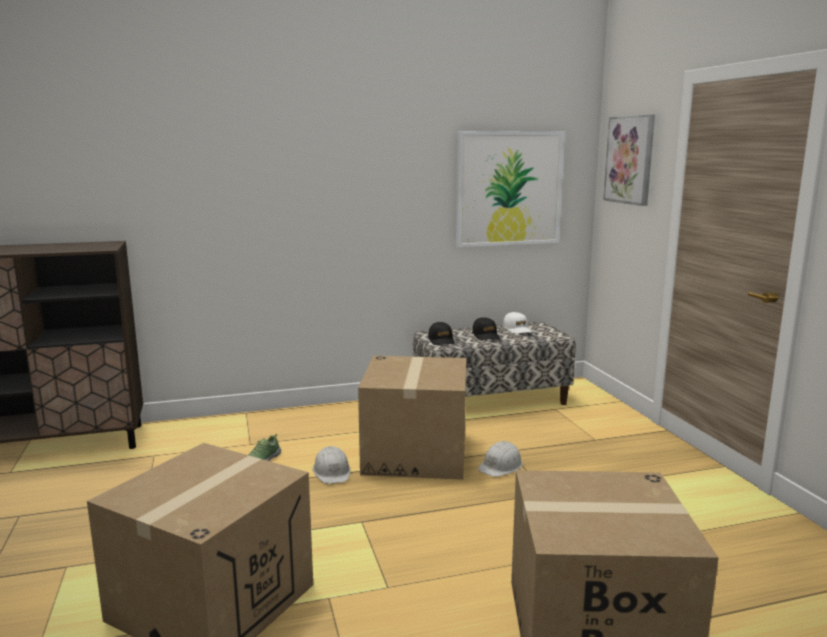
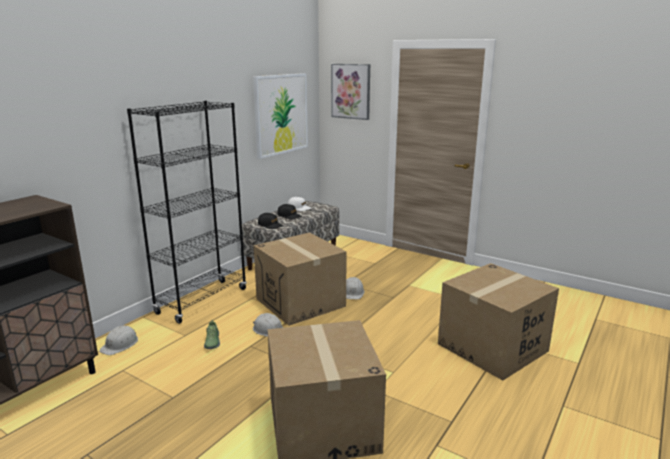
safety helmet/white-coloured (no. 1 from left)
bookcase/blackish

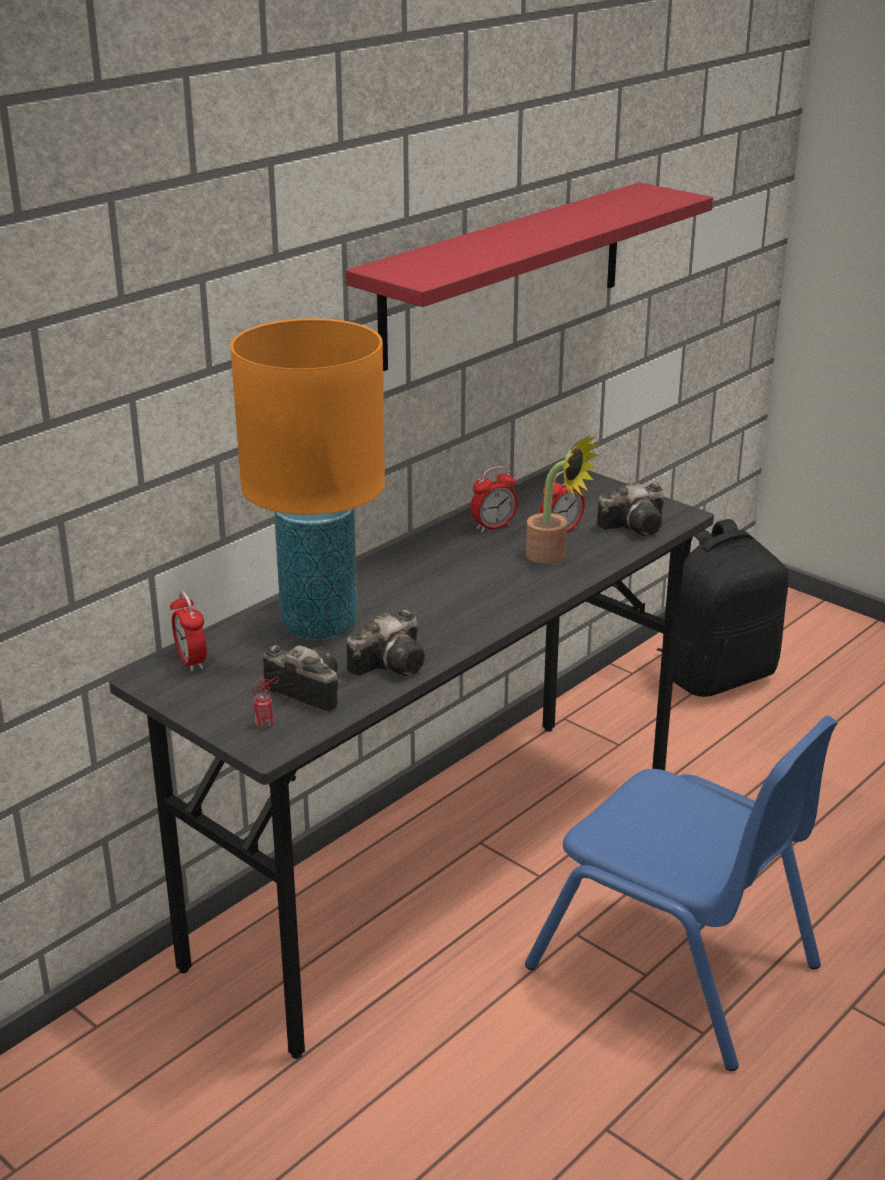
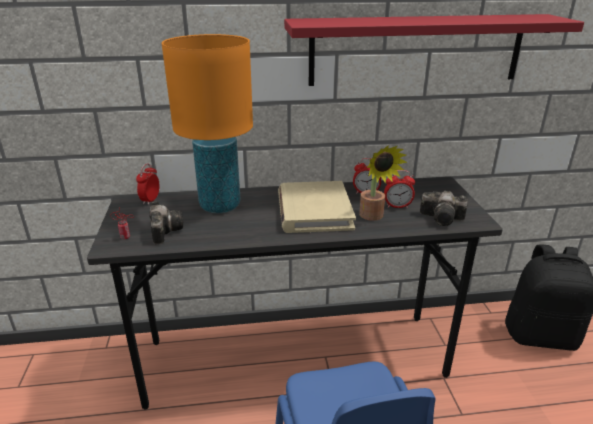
still camera (no. 2 from left in the first image)
bound book/beige-coloured

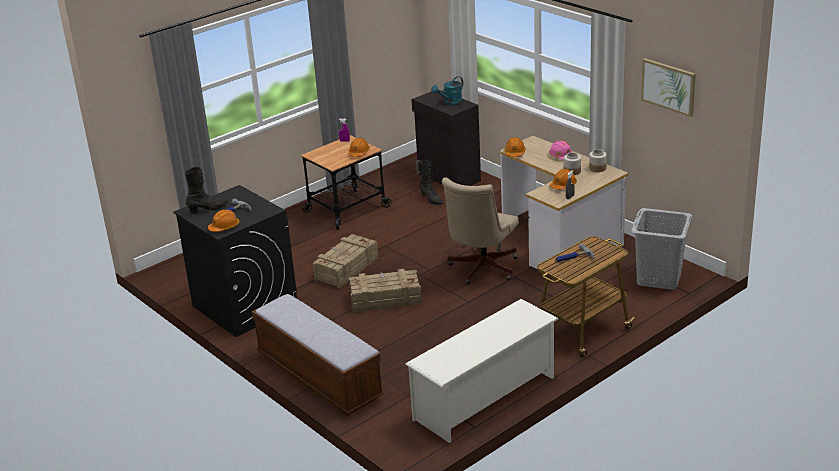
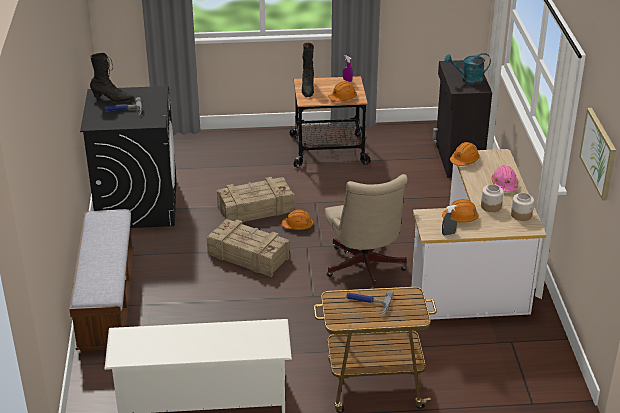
safety helmet/orange (no. 1 from left)
boot/blackish (no. 2 from left)
desk chair/beige-coloured
laundry basket/greyish

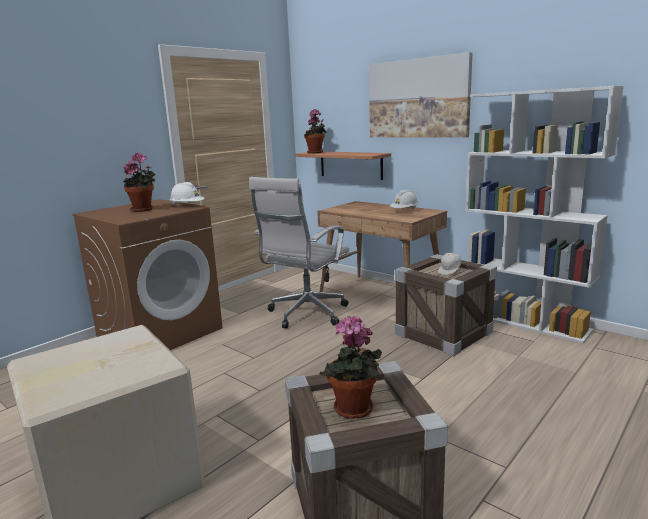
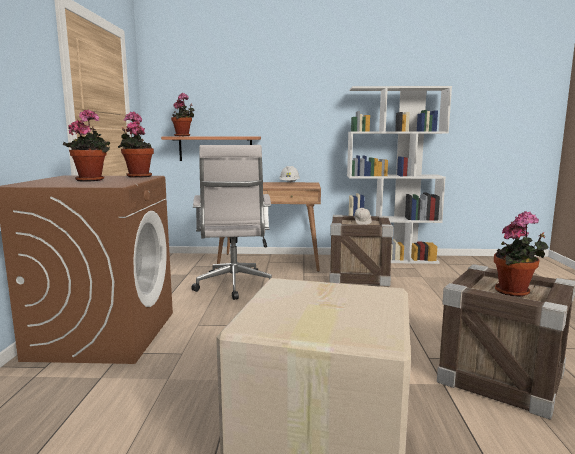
plant in a pot (no. 2 from left)
picture

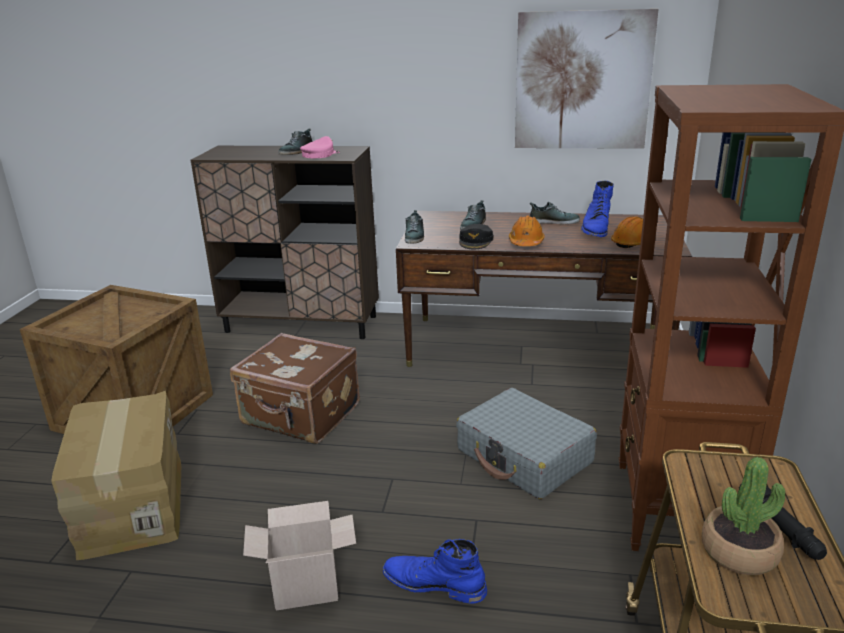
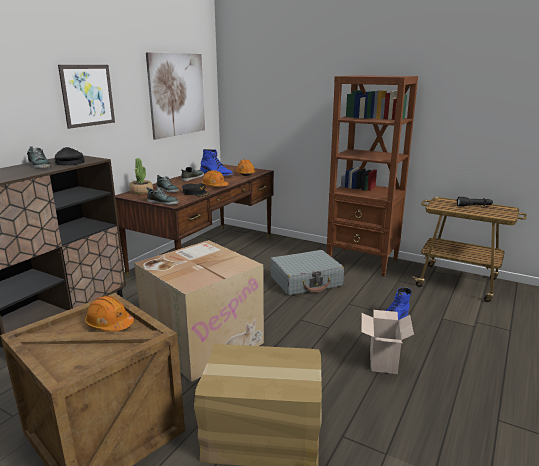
cardboard box (no. 1 from left)
cap/blackish (no. 1 from left)
plant in a pot
picture (no. 1 from left)
safety helmet/orange (no. 1 from left)

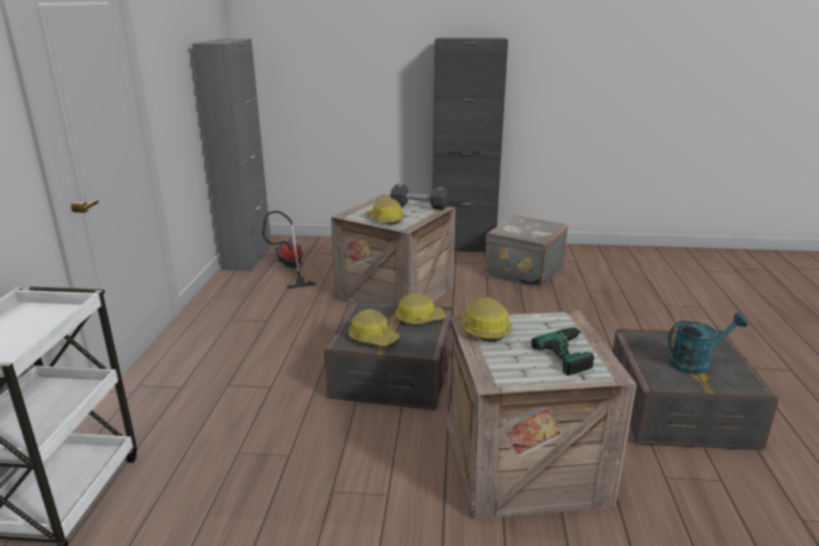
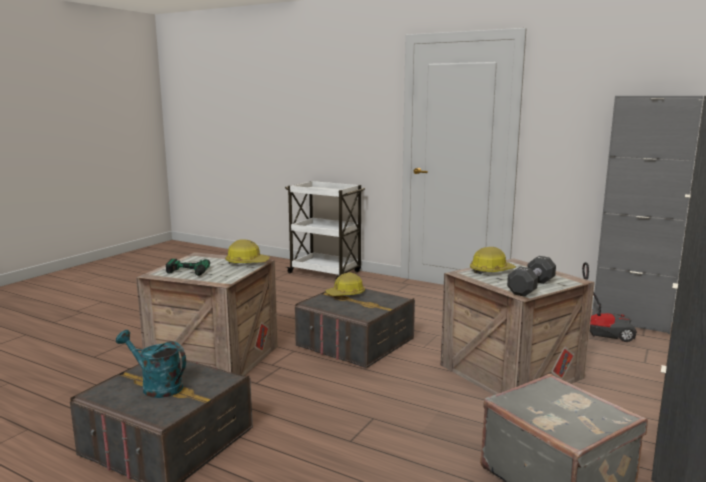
safety helmet (no. 3 from left in the first image)
watering can/turquoise-coloured

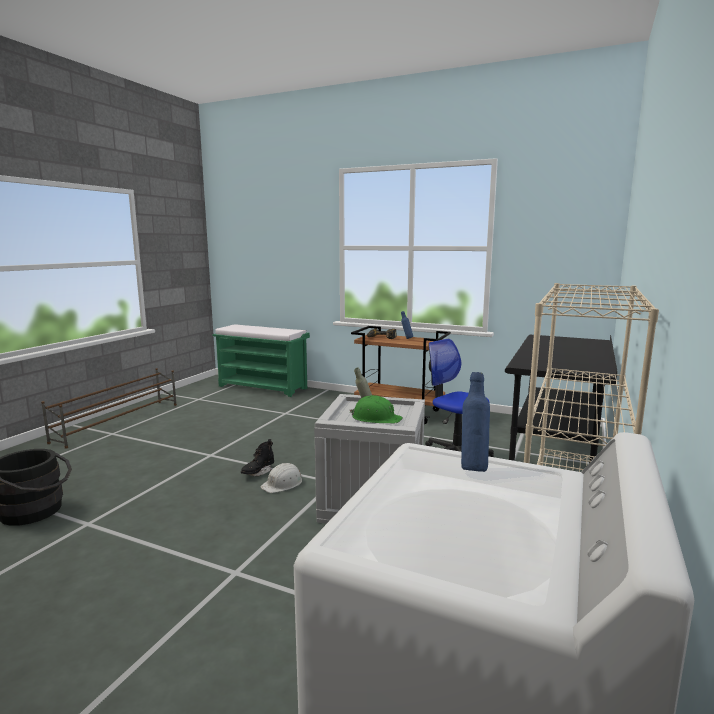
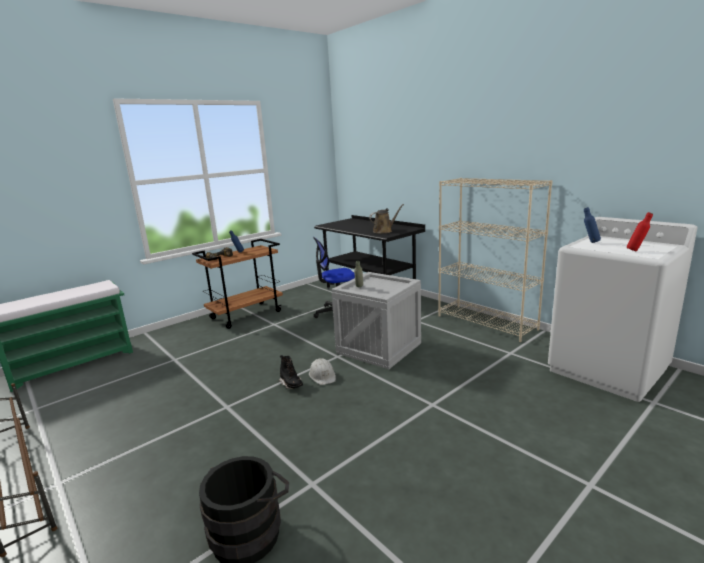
safety helmet/greenish
watering can/brown
bottle/red-coloured

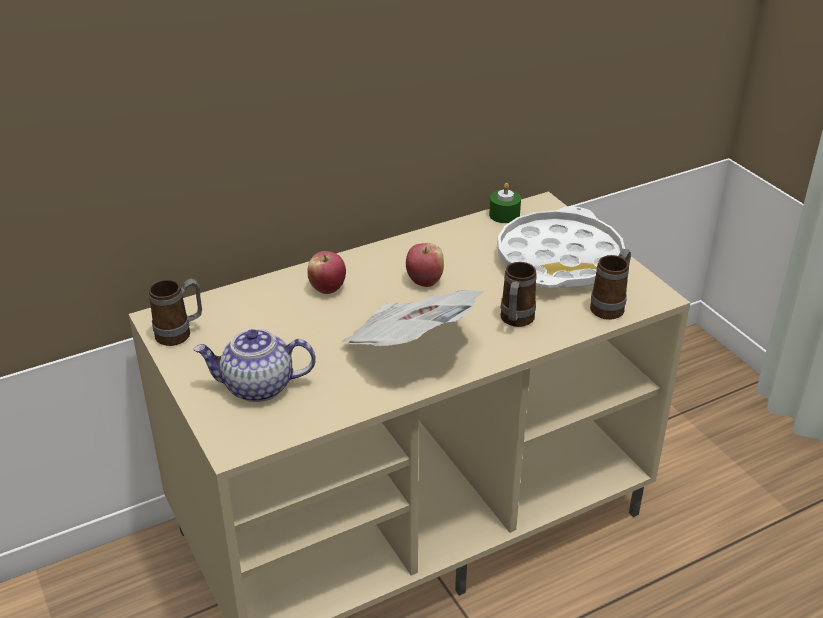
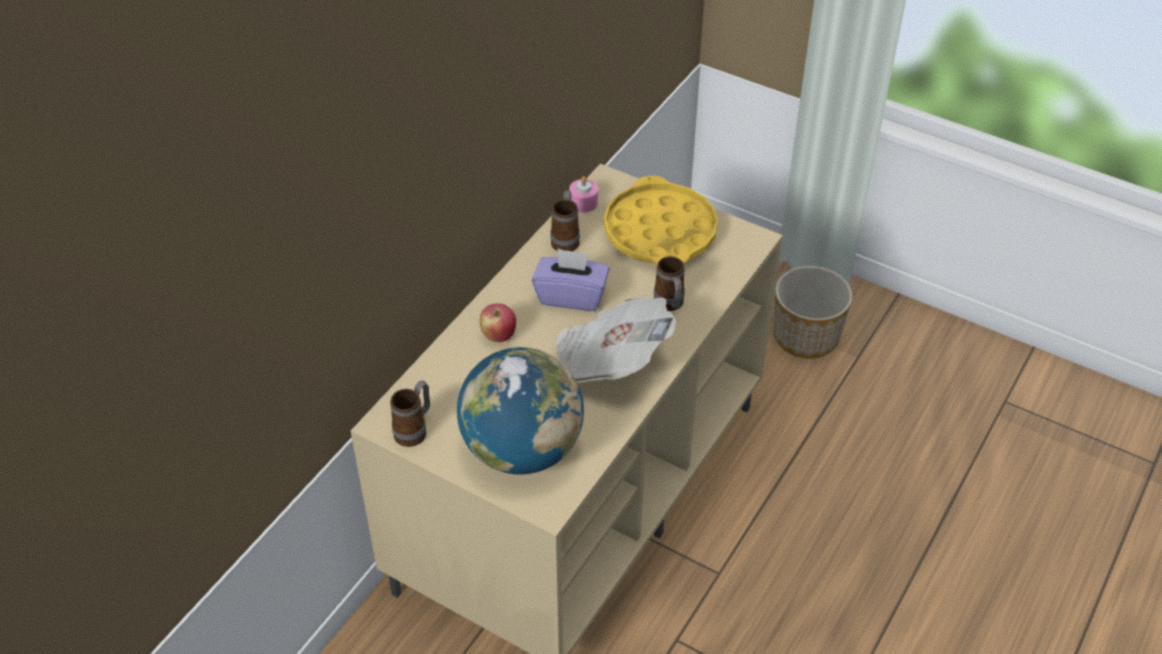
globe
box of tissues/purple
wax light/pink-coloured
serving tray/yellow-coloured
tea mug (no. 2 from left)
plant pot

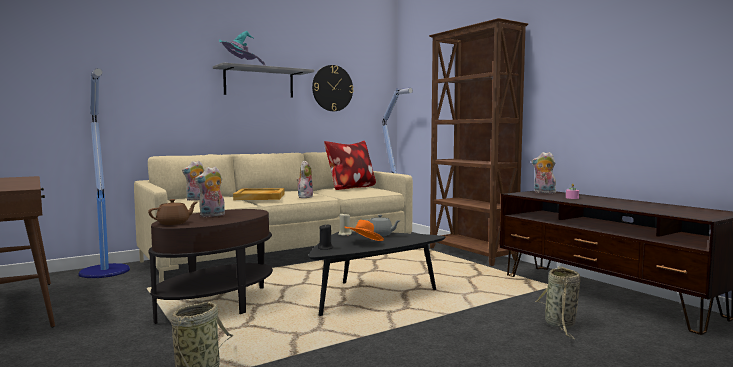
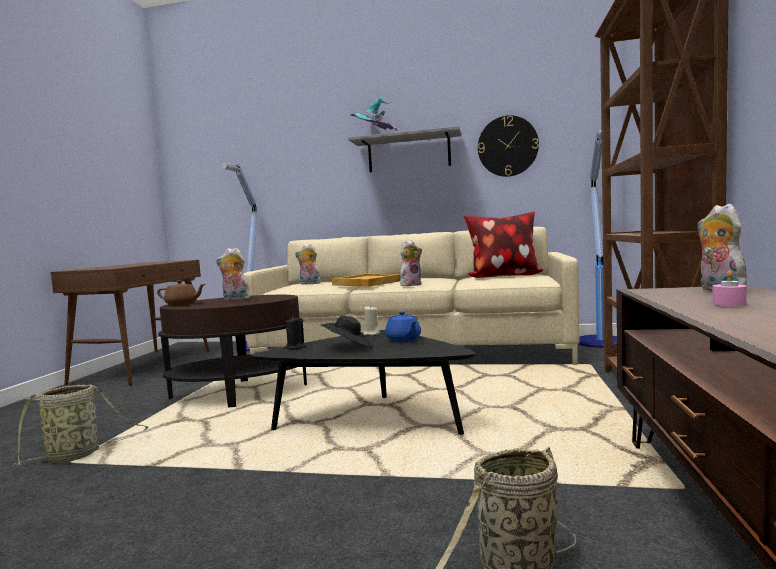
wearable hat/blackish
tea pot/blue

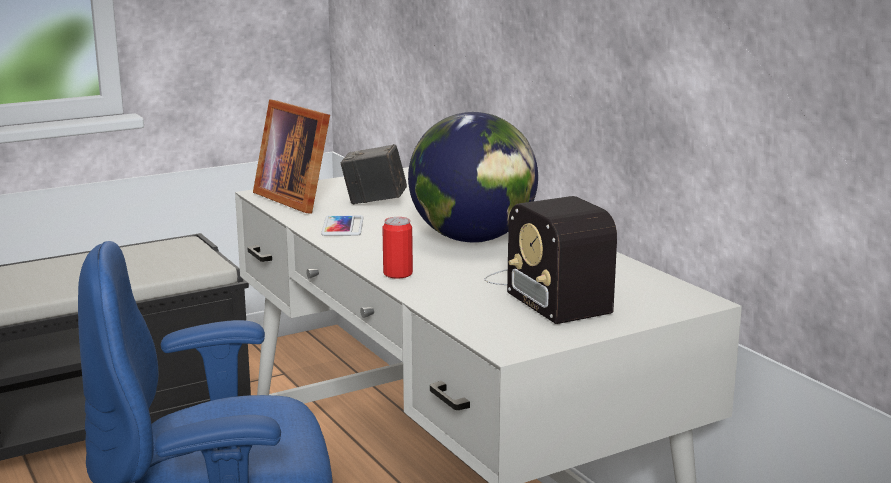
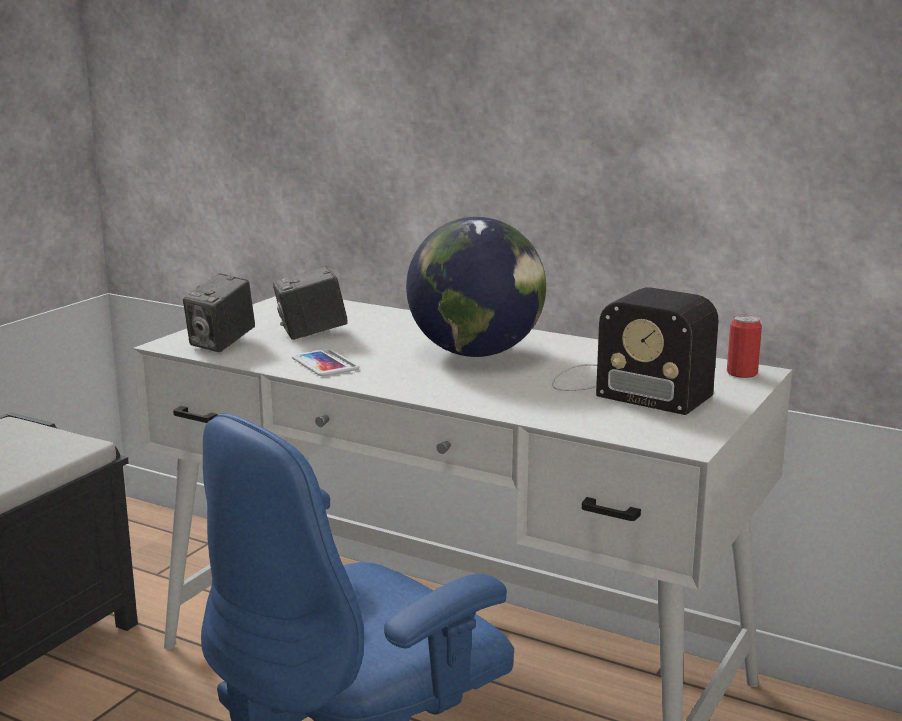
still camera (no. 1 from left)
sealed can

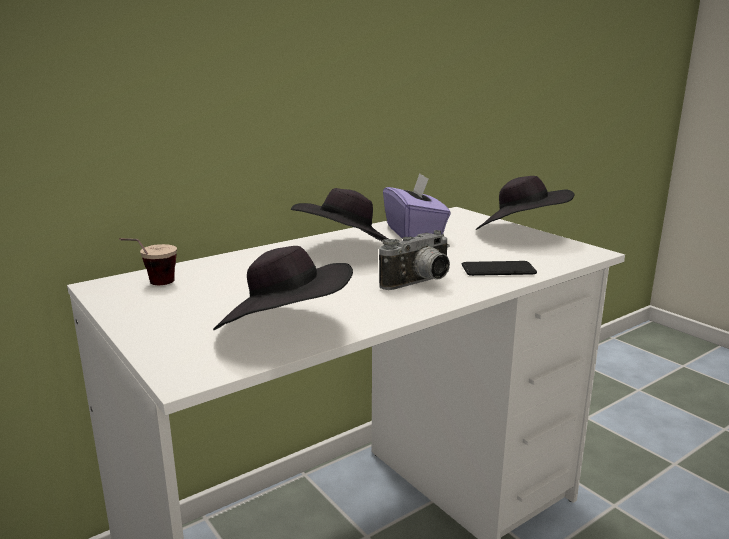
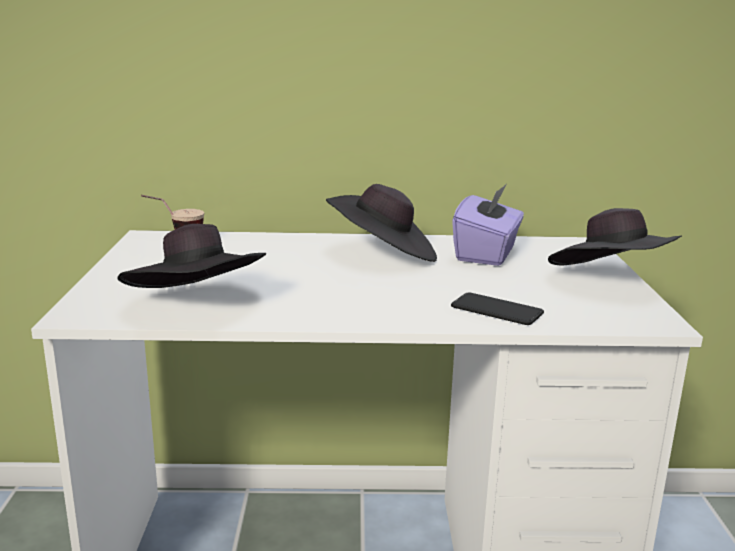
still camera

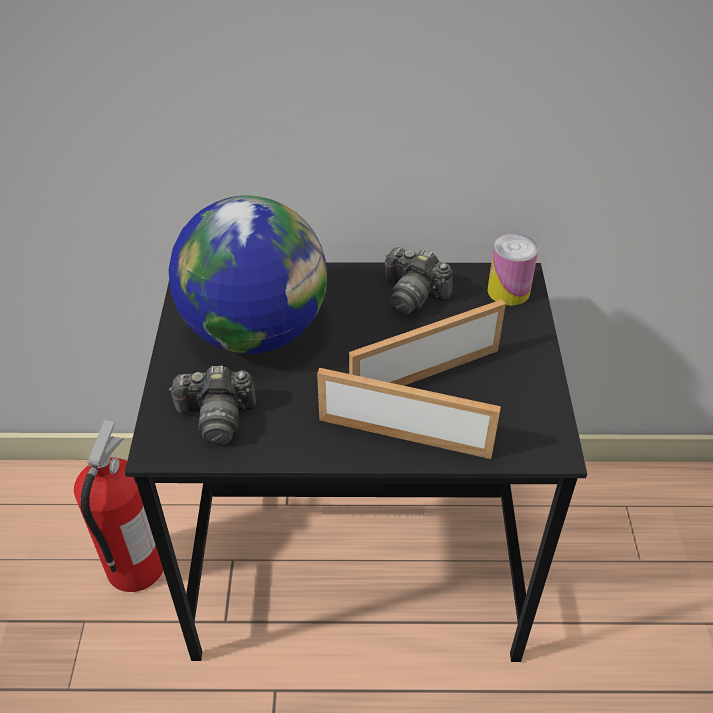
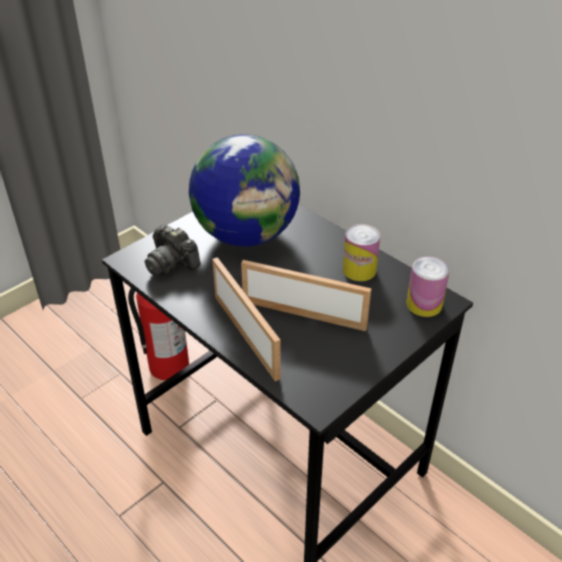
sealed can (no. 1 from left)

